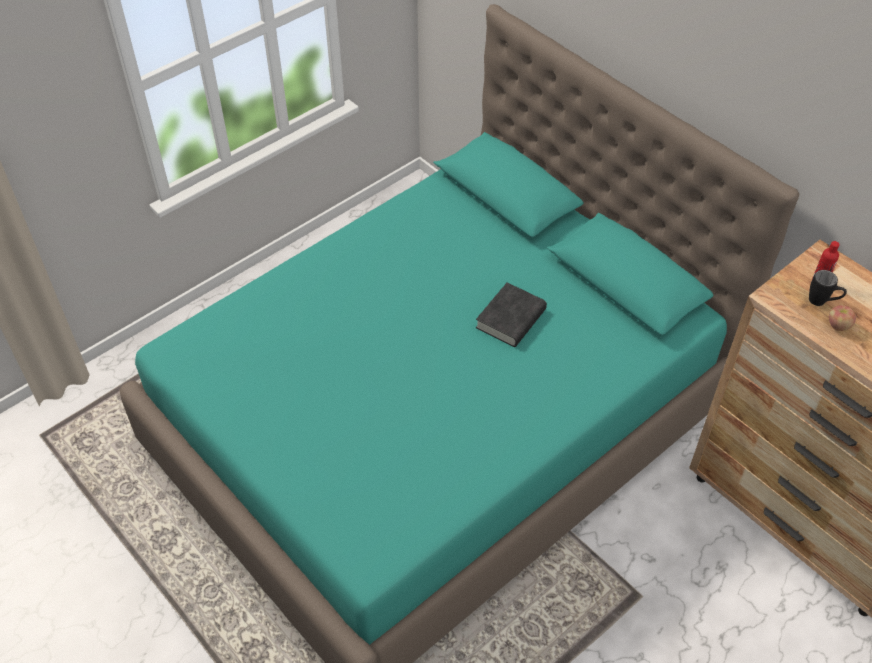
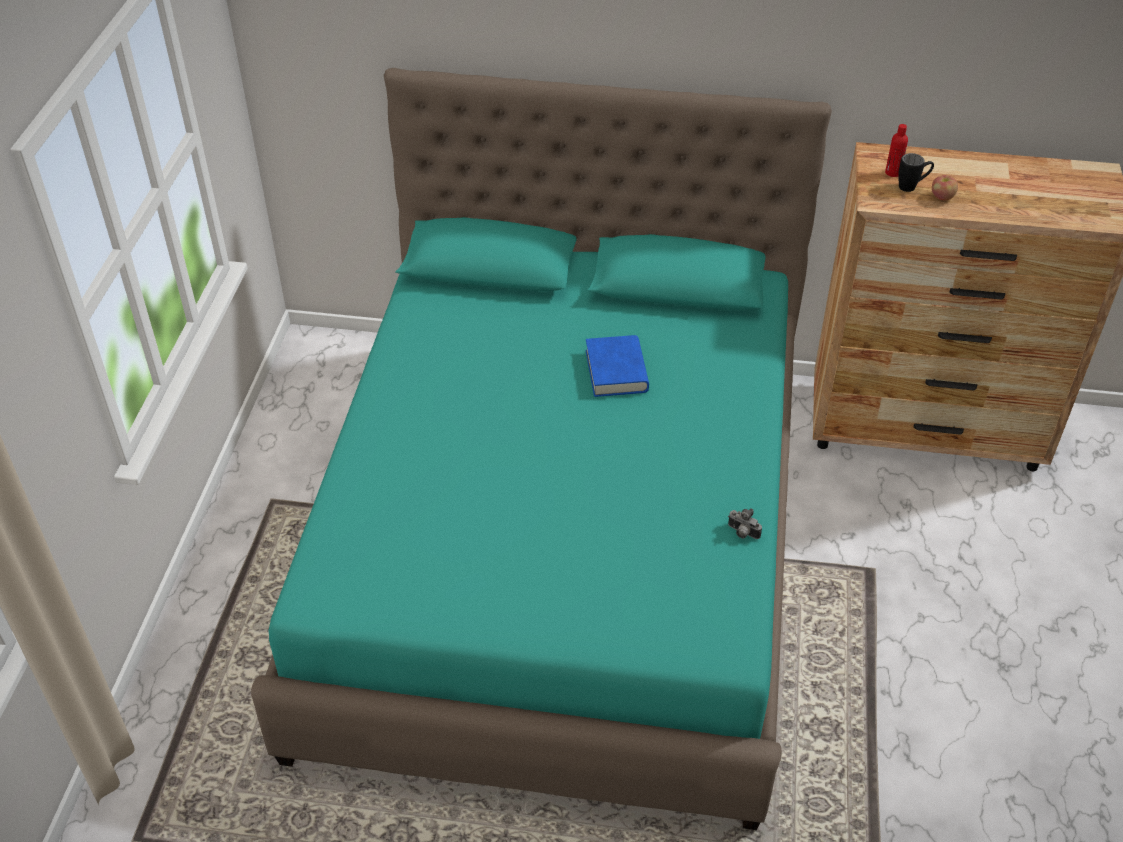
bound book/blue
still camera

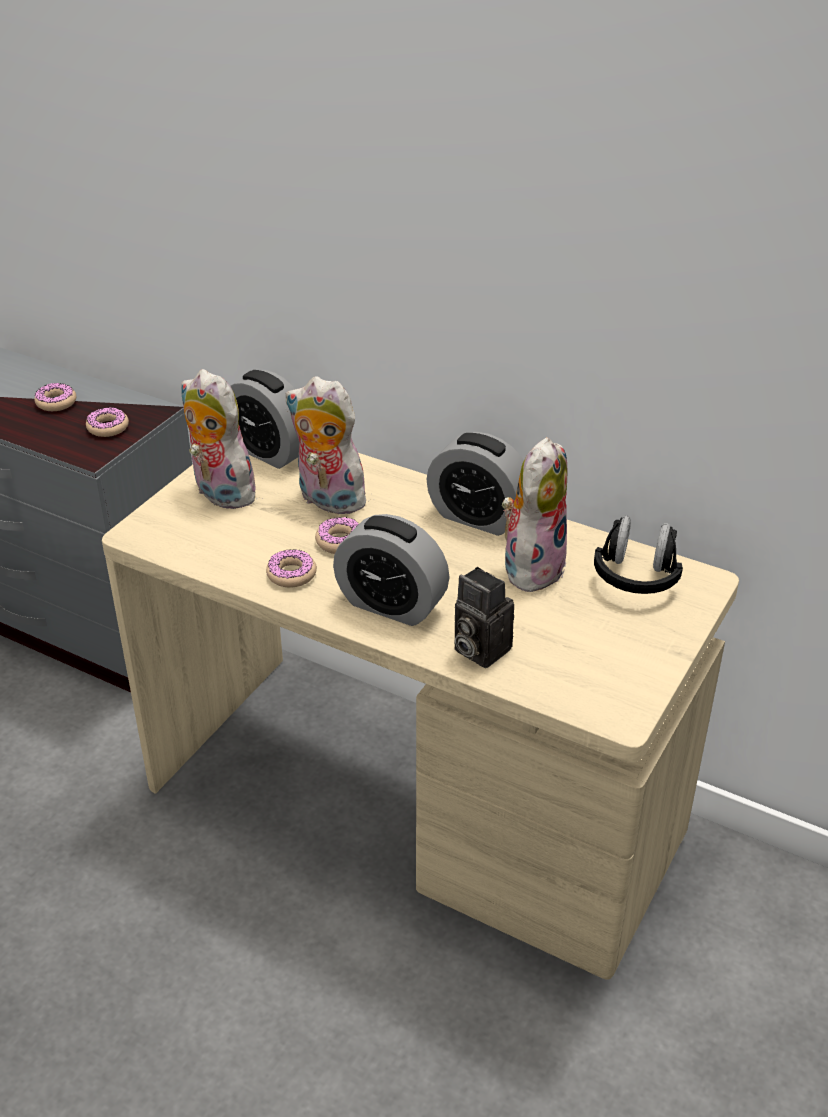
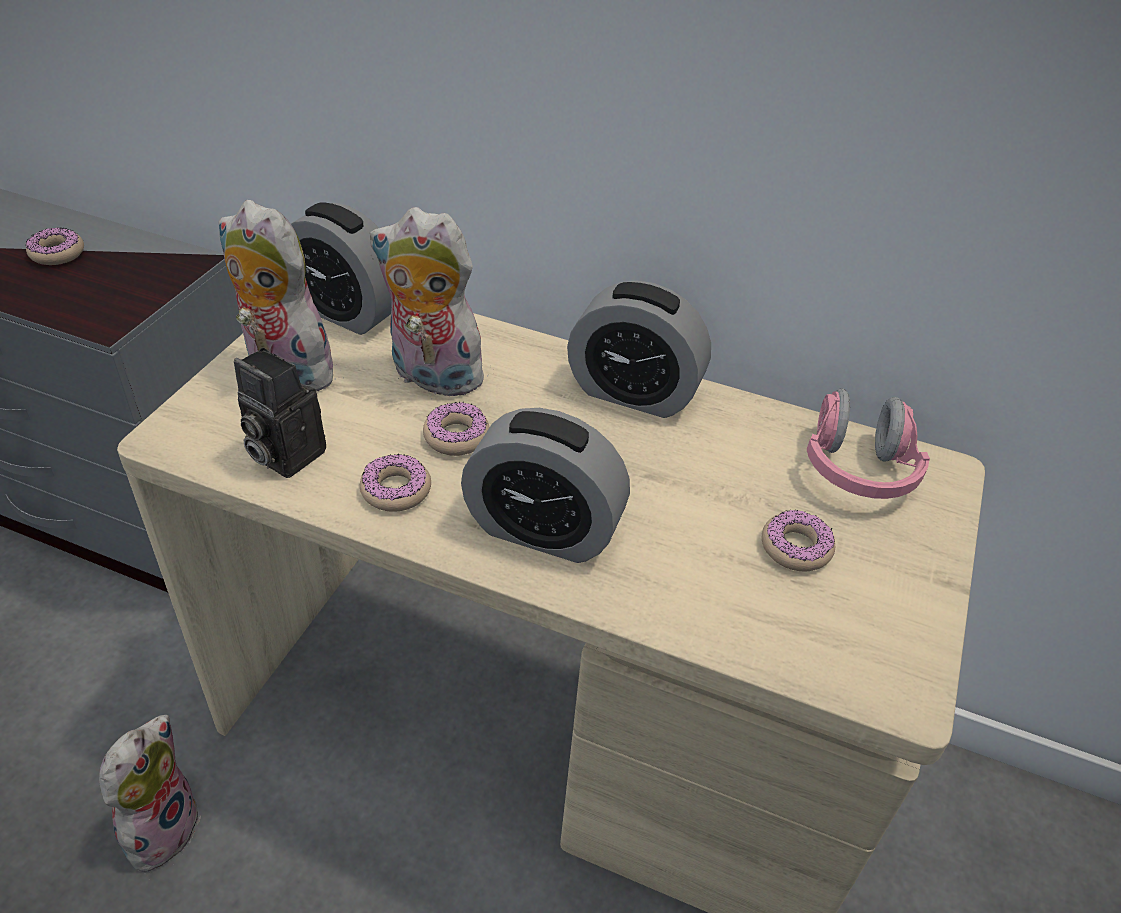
ring doughnut (no. 4 from left)
still camera
cuddly toy (no. 1 from left)
headphones/pink-coloured

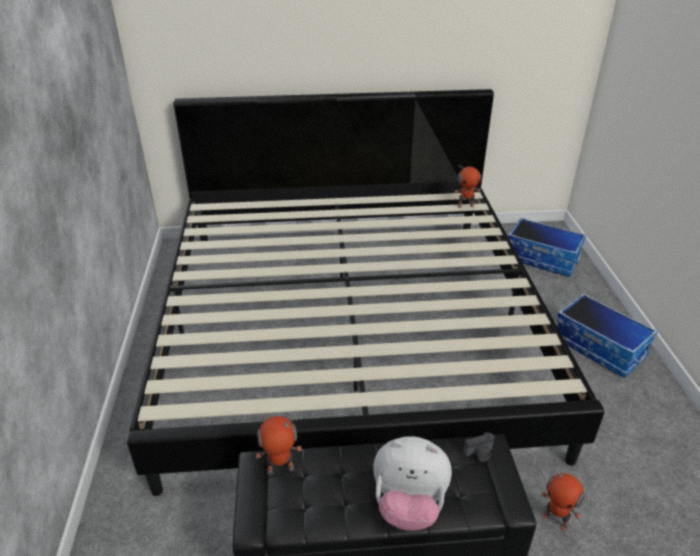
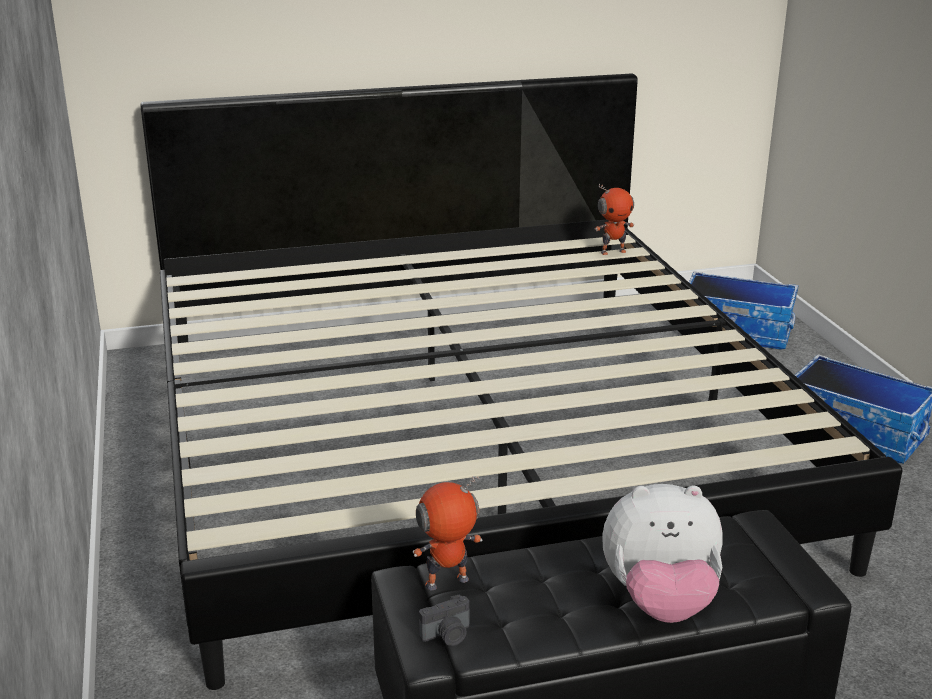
still camera
toy robot (no. 3 from left in the first image)

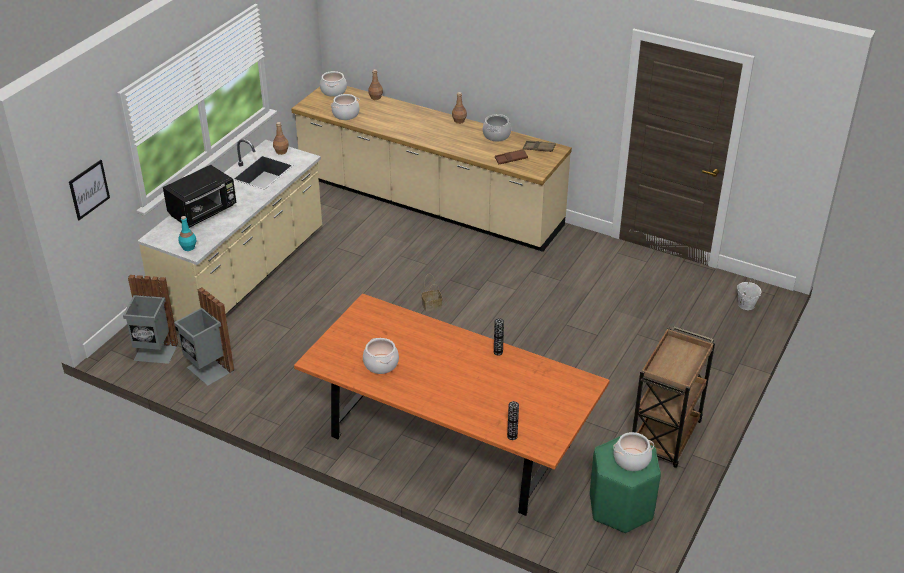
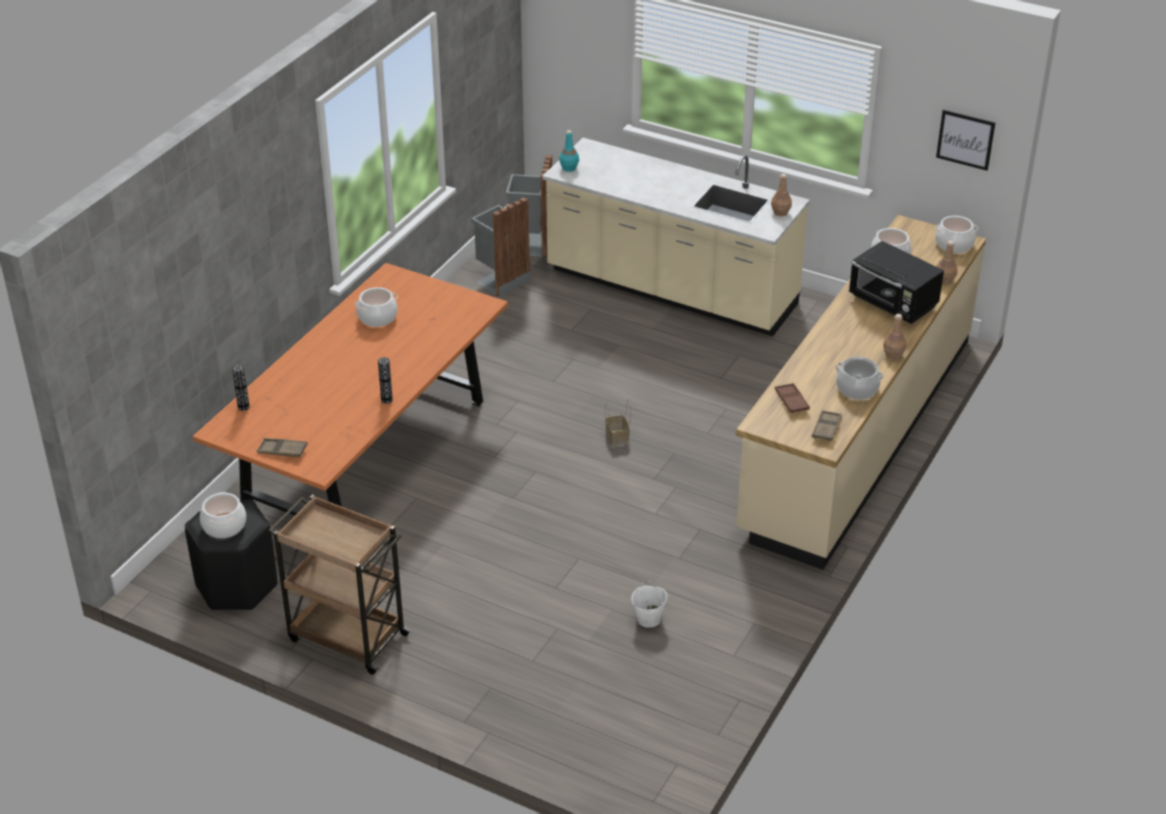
picture
kitchen microwave/blackish
stool/blackish
bucket/white-coloured
serving tray/brown (no. 1 from left)

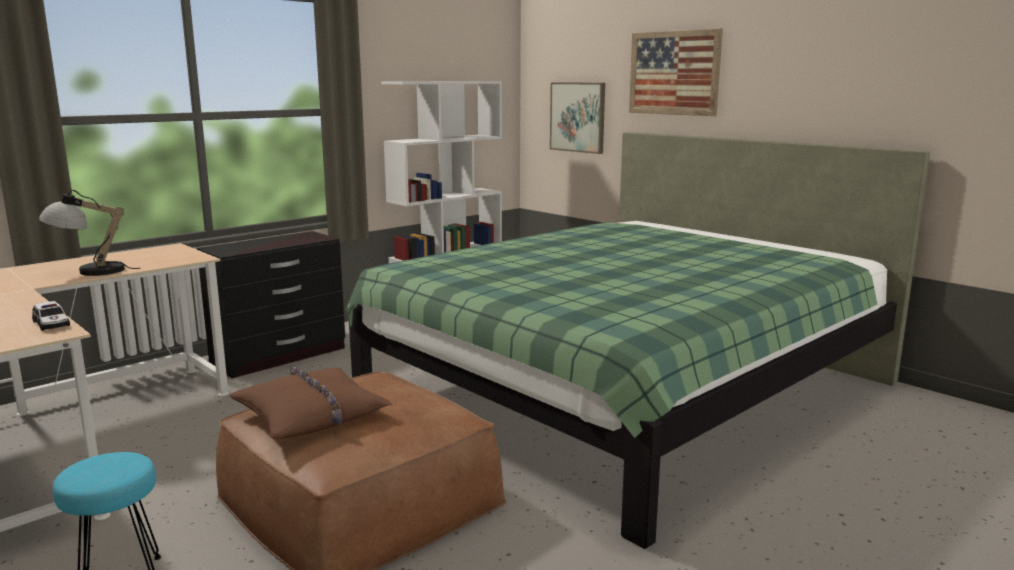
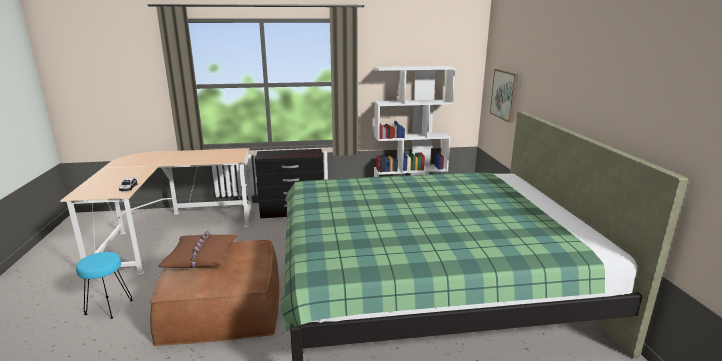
table lamp
picture (no. 2 from left in the first image)

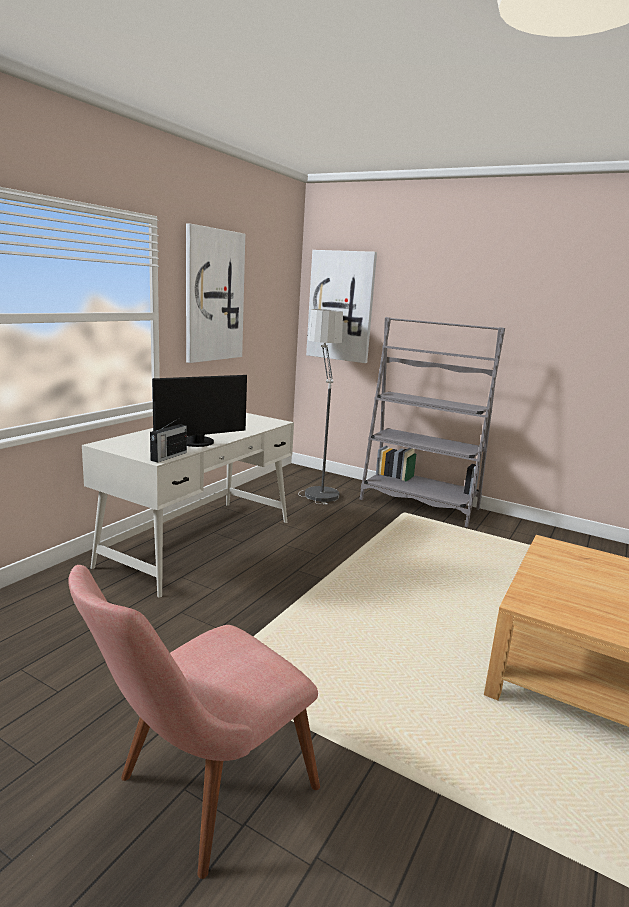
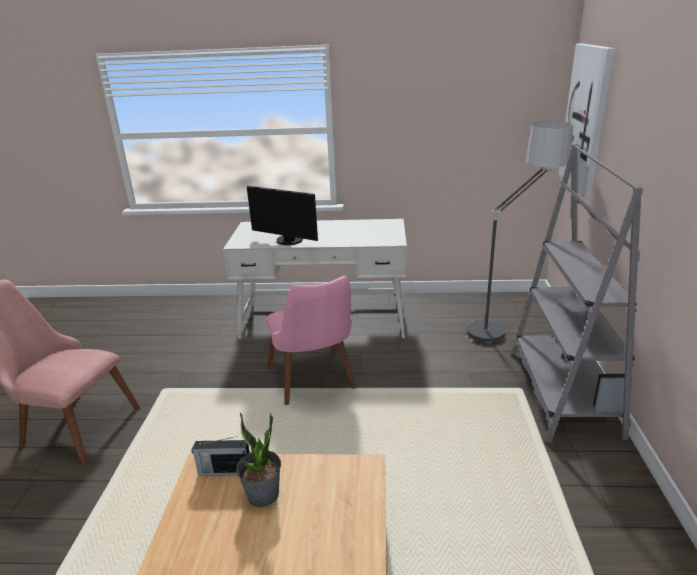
radio set
picture (no. 1 from left in the first image)
plant in a pot
chair/pink-coloured (no. 2 from left)

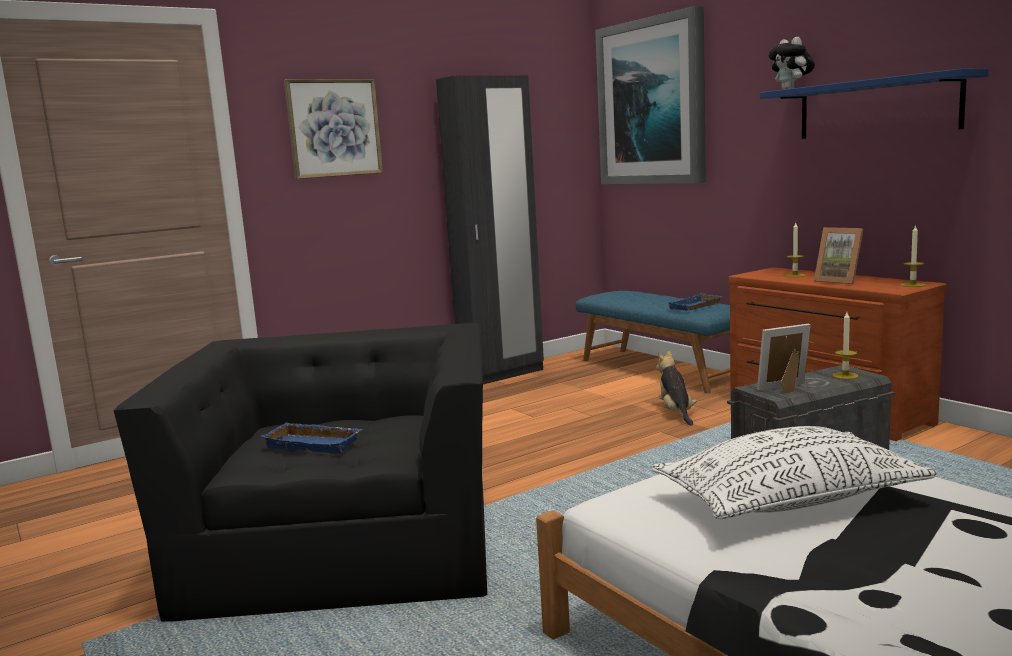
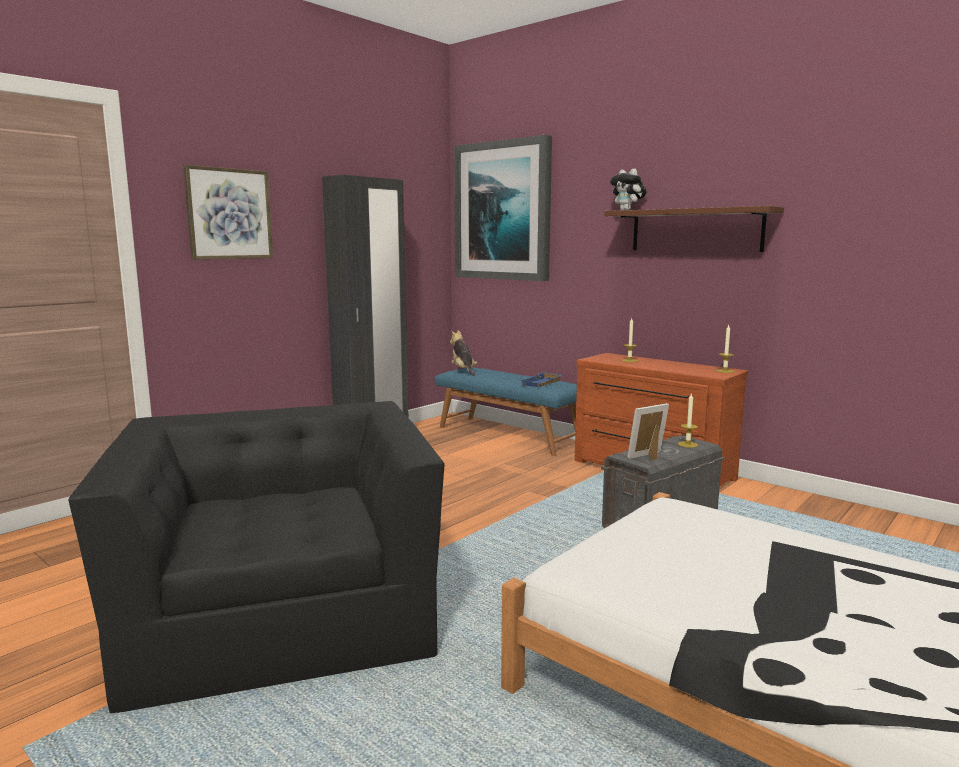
serving tray/blue (no. 1 from left in the first image)
pillow/white-coloured
cuddly toy (no. 1 from left)
wall shelf/brown
standing frame (no. 2 from left in the first image)

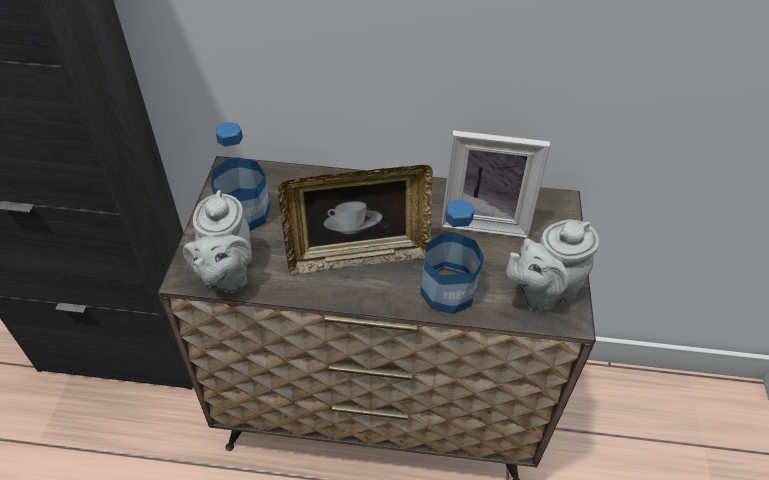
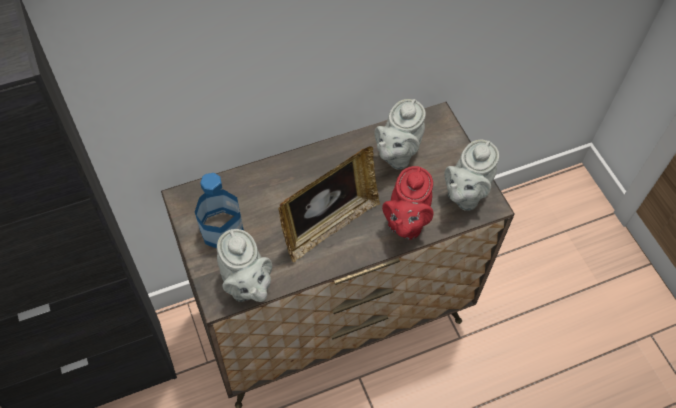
tea pot/red-coloured
tea pot/greyish (no. 2 from left)

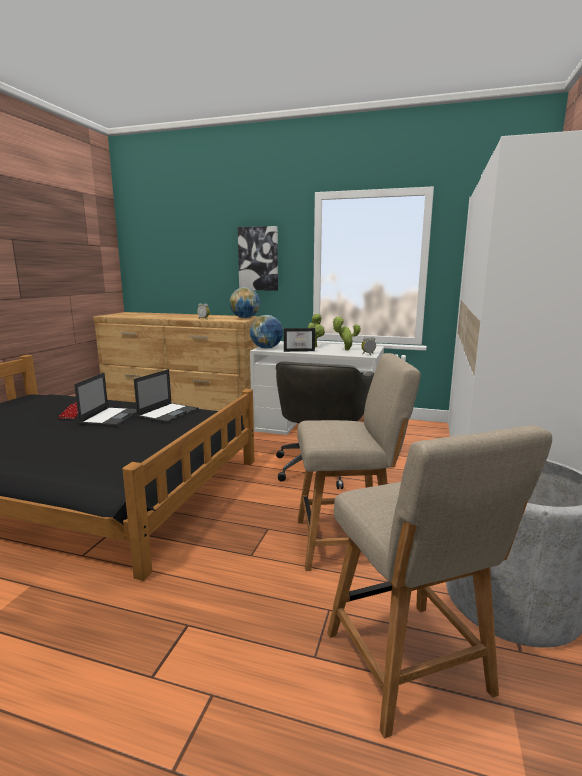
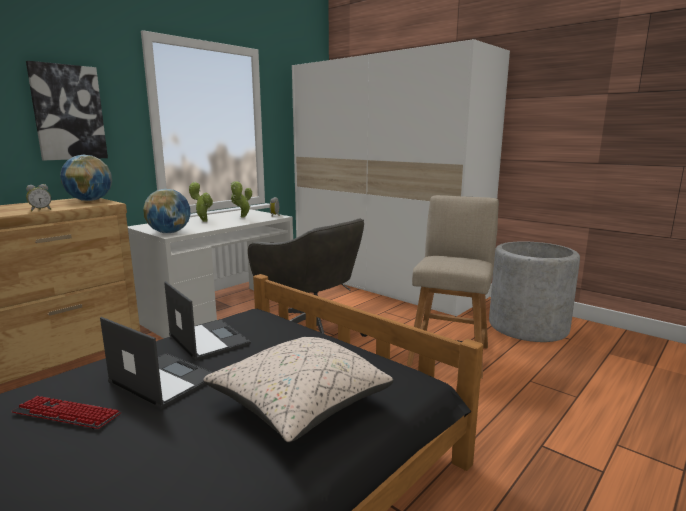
standing frame
chair/beige-coloured (no. 2 from left in the first image)
pillow/beige-coloured

